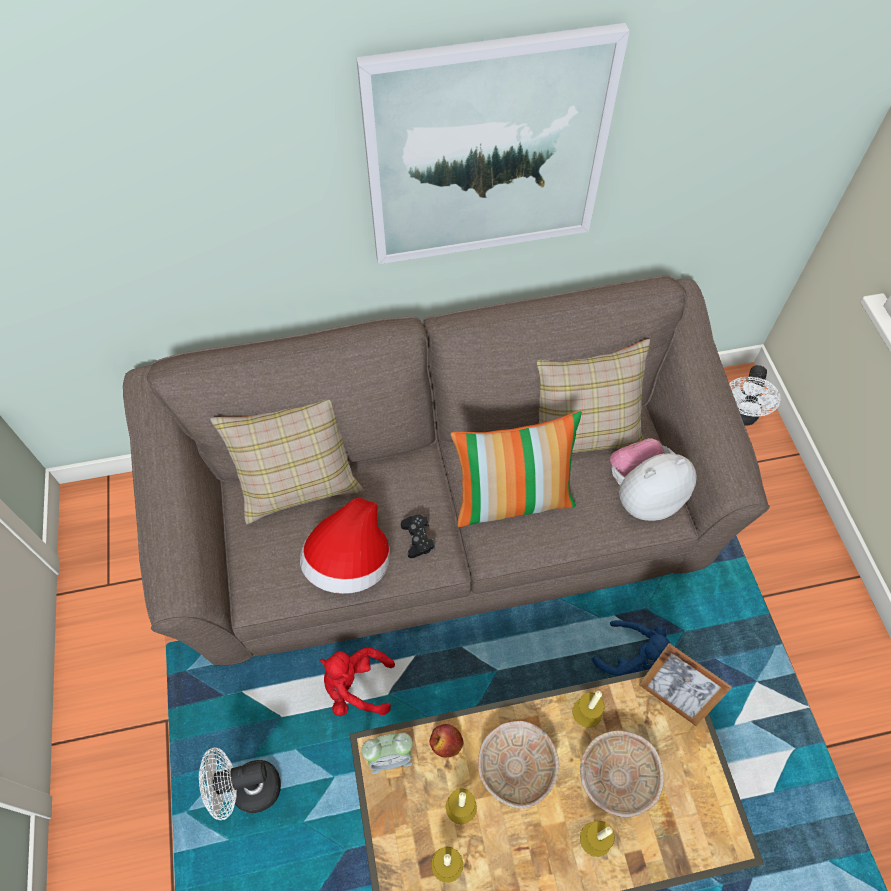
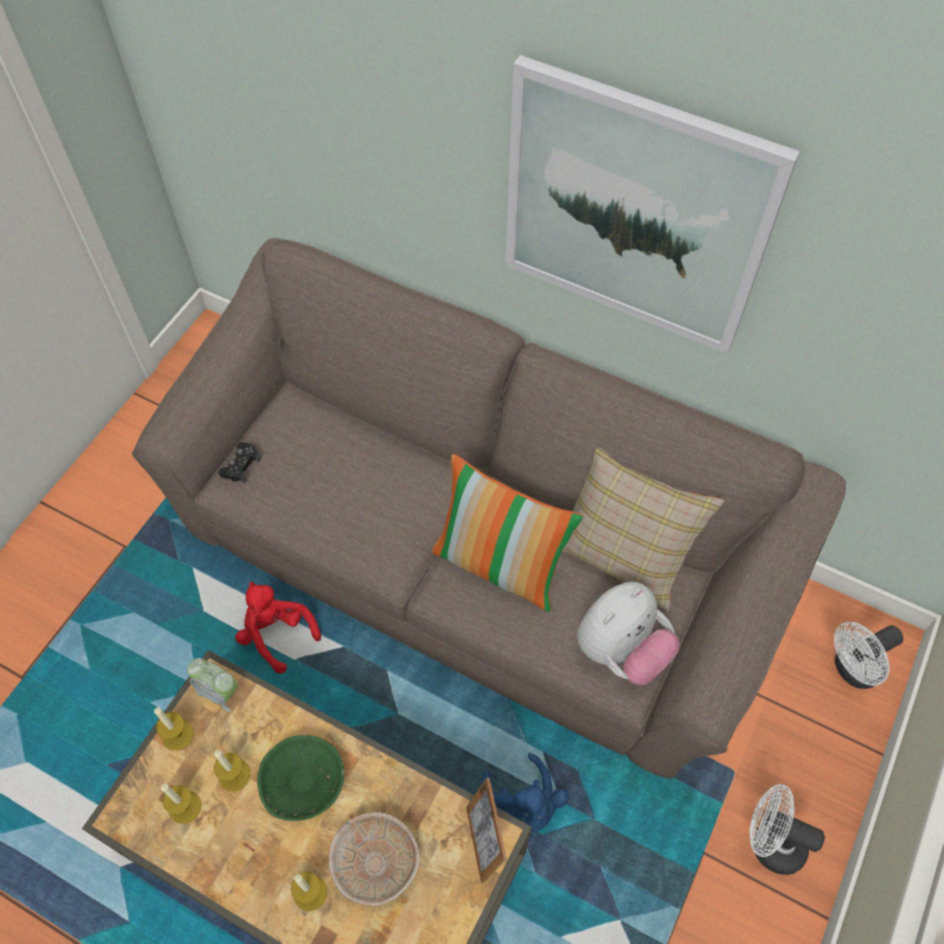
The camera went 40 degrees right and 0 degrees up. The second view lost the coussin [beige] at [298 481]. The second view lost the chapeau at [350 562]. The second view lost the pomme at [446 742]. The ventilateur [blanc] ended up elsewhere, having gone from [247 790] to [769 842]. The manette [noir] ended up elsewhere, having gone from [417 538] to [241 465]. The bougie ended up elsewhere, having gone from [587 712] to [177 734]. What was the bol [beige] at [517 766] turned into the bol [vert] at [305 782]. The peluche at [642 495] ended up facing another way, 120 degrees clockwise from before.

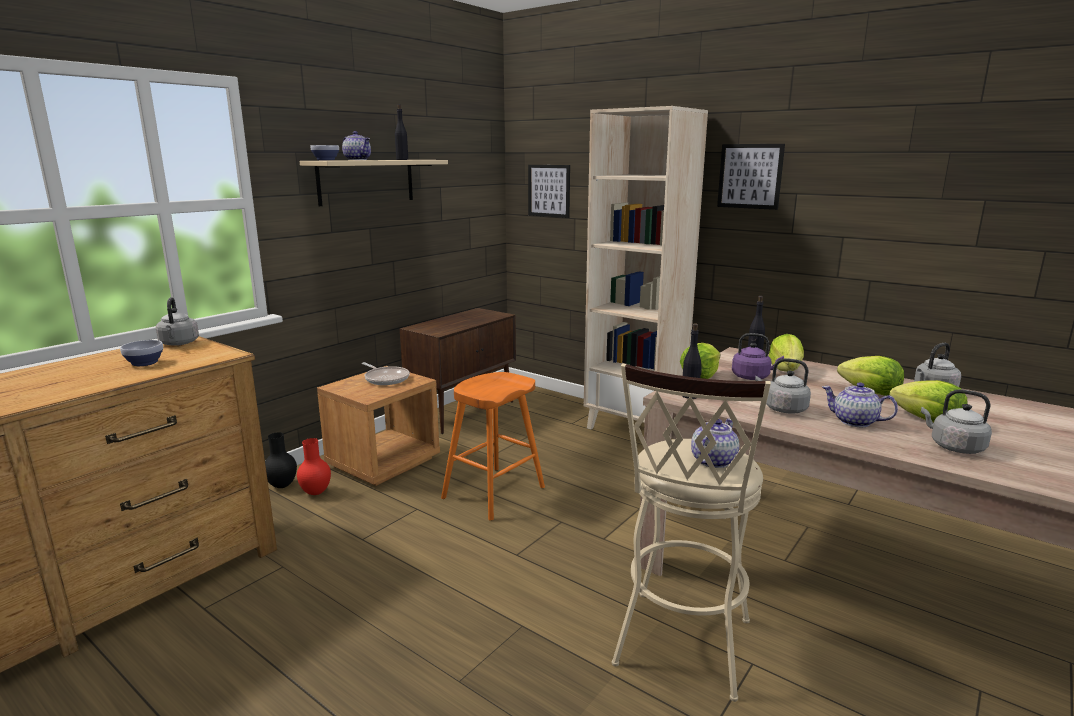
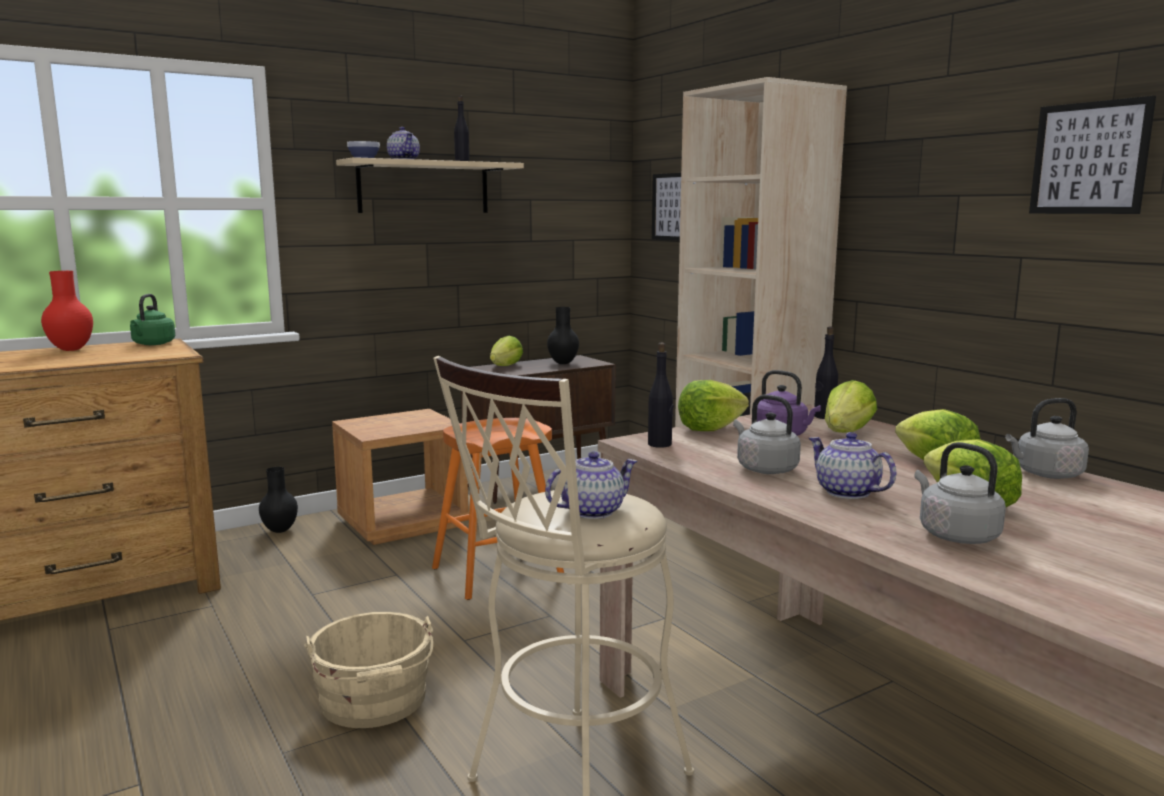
The camera went 20 degrees right and 5 degrees down. The second view lost the bol at [145 363]. The second view lost the poêle at [386 378]. The second view gained the seau [beige] at [374 702]. The second view gained the laitue at [505 366]. The second view gained the vase [noir] at [563 363]. The vase [rouge] ended up elsewhere, having gone from [315 493] to [70 350]. The tableau ended up elsewhere, having gone from [750 176] to [1089 158]. What was the bouilloire [gris] at [179 343] turned into the bouilloire [vert] at [152 344].

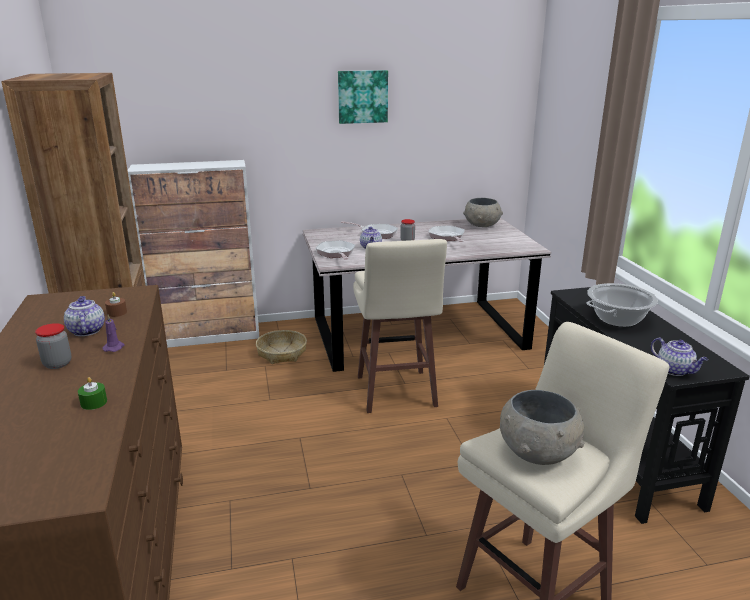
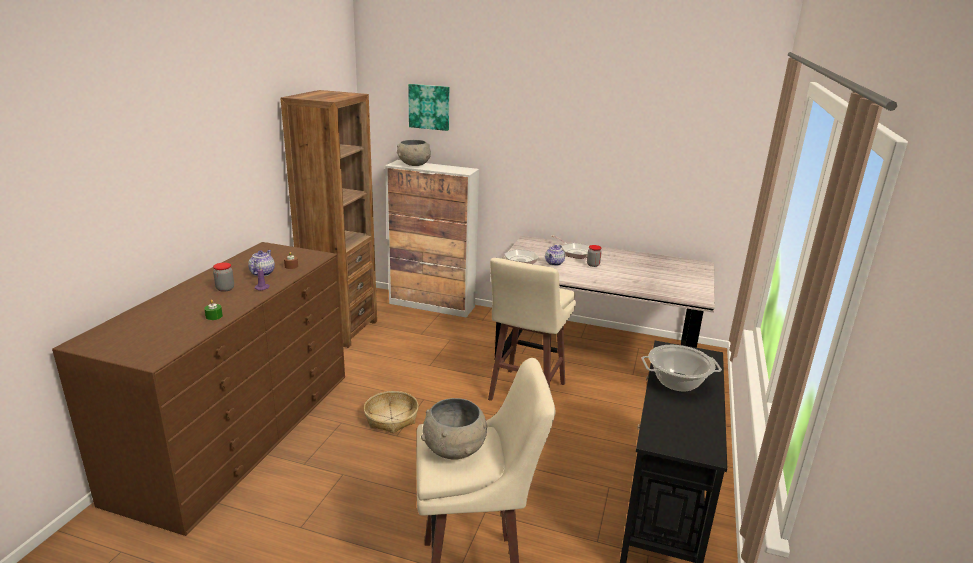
The camera went 30 degrees right and 0 degrees up. The second view lost the poêle at [447 237]. The second view lost the théière at [675 370]. The panier ended up elsewhere, having gone from [282 353] to [391 418]. The tableau ended up elsewhere, having gone from [362 96] to [429 107]. The bol [gris] ended up elsewhere, having gone from [481 225] to [414 164].

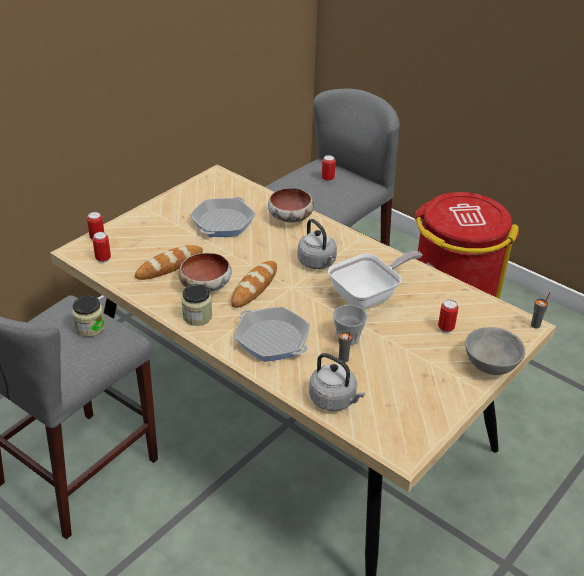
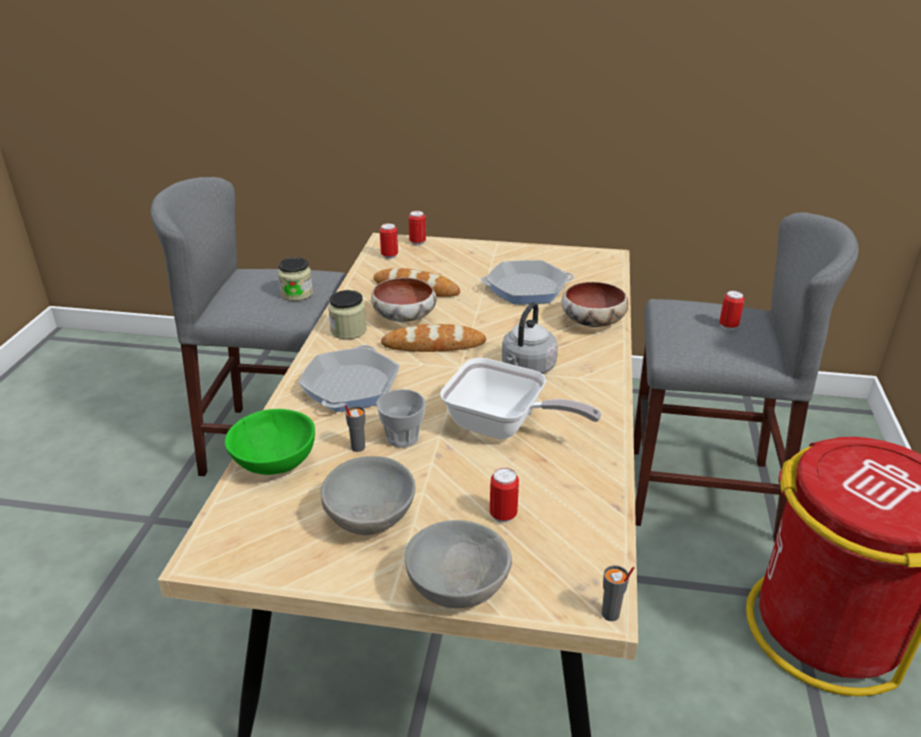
The camera went 60 degrees right and 5 degrees down. The second view gained the bol [gris] at [372 519]. Where the bouilloire [gris] stood at [334 400], the bol [vert] came to stand at [275 465].

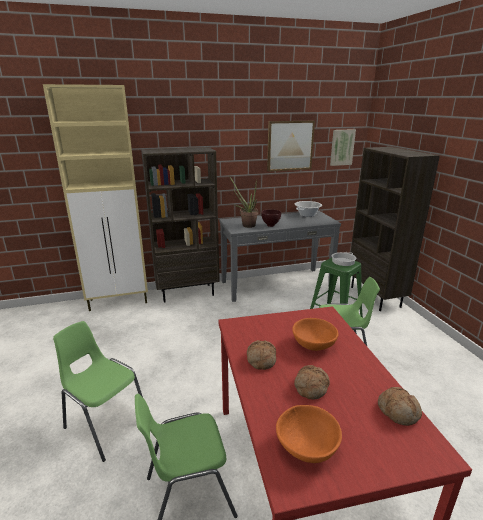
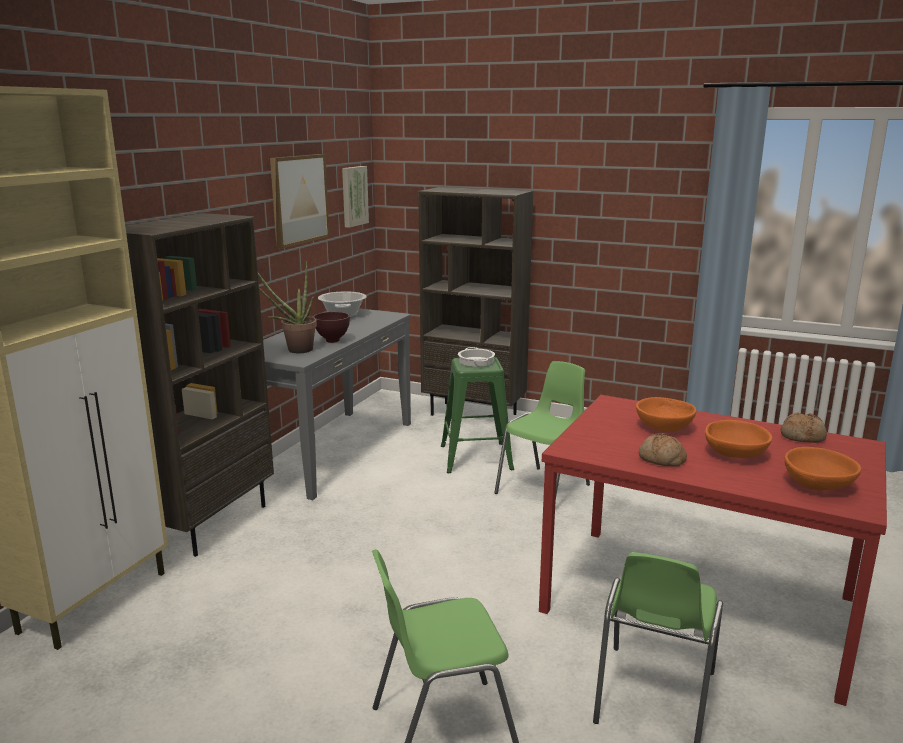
The camera went 50 degrees left and 5 degrees down. Where the pain stood at [310 387], the bol [orange] came to stand at [734 454].

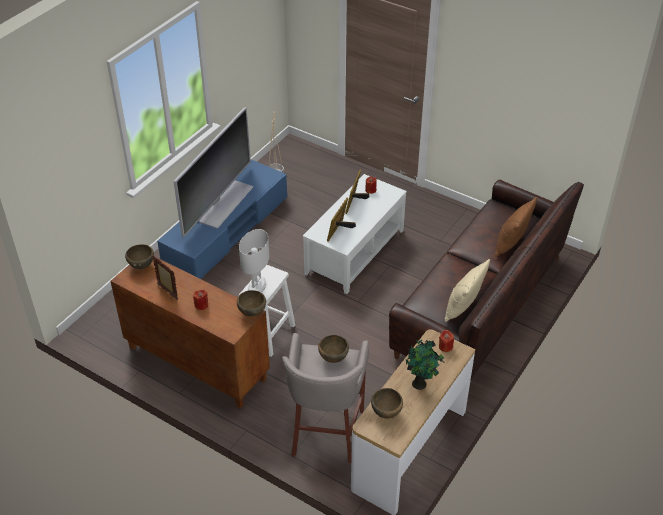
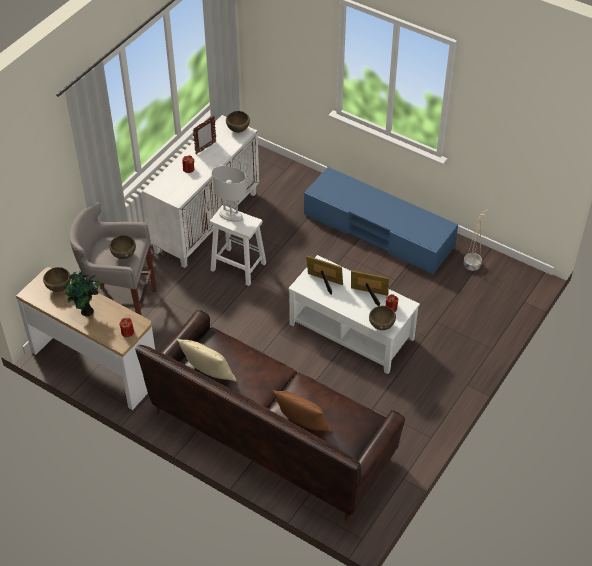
The camera went 90 degrees right and 5 degrees up. The second view lost the téléviseur at [224 204]. The bol [marron] ended up elsewhere, having gone from [251 313] to [381 326]. What was the meuble de rangement [marron] at [195 363] turned into the meuble de rangement [blanc] at [206 221].

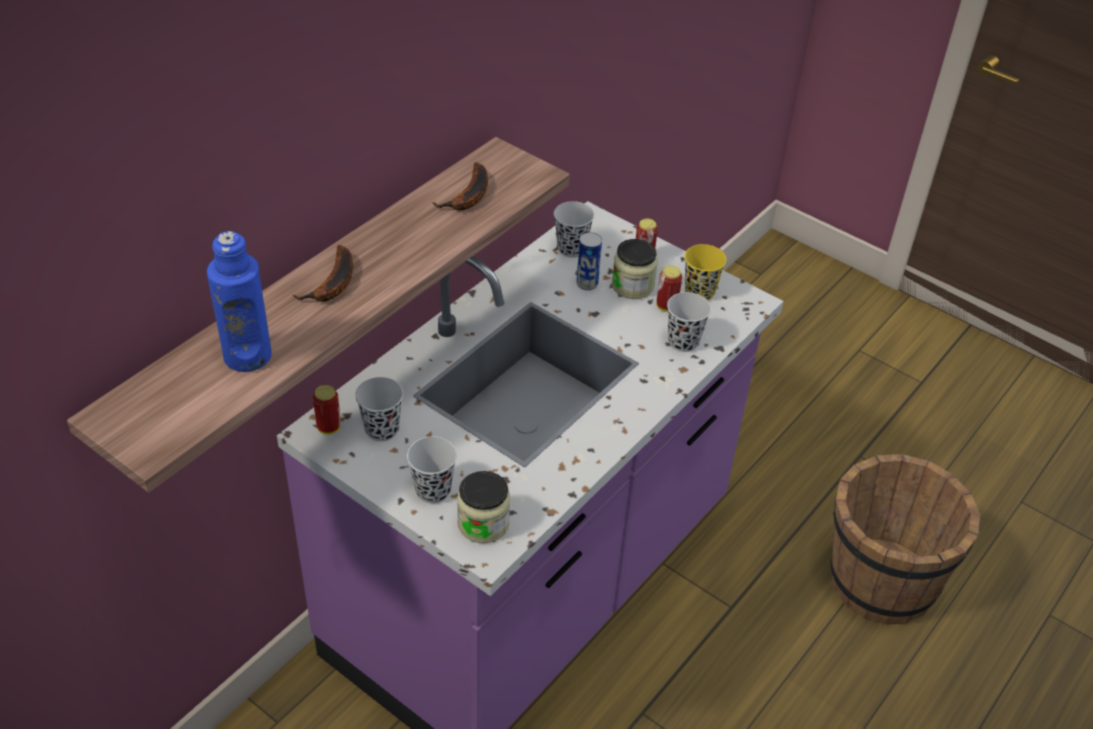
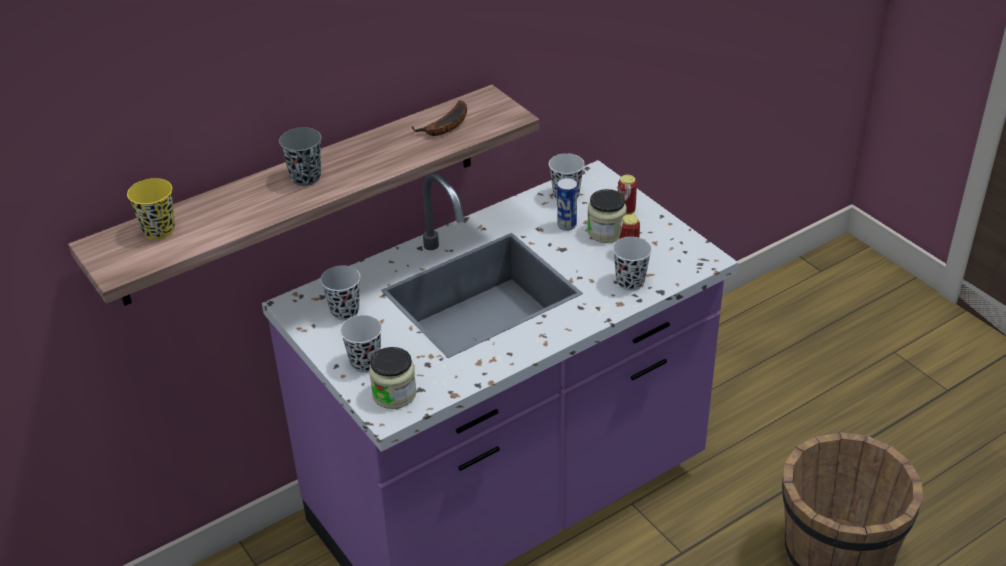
The camera went 20 degrees right and 5 degrees down. The second view lost the bouteille [bleu] at [247 355]. The second view lost the boîte métallique at [329 428]. The tasse [jaune] ended up elsewhere, having gone from [699 292] to [159 230]. Where the banane stood at [333 284], the tasse [gris] came to stand at [305 177].

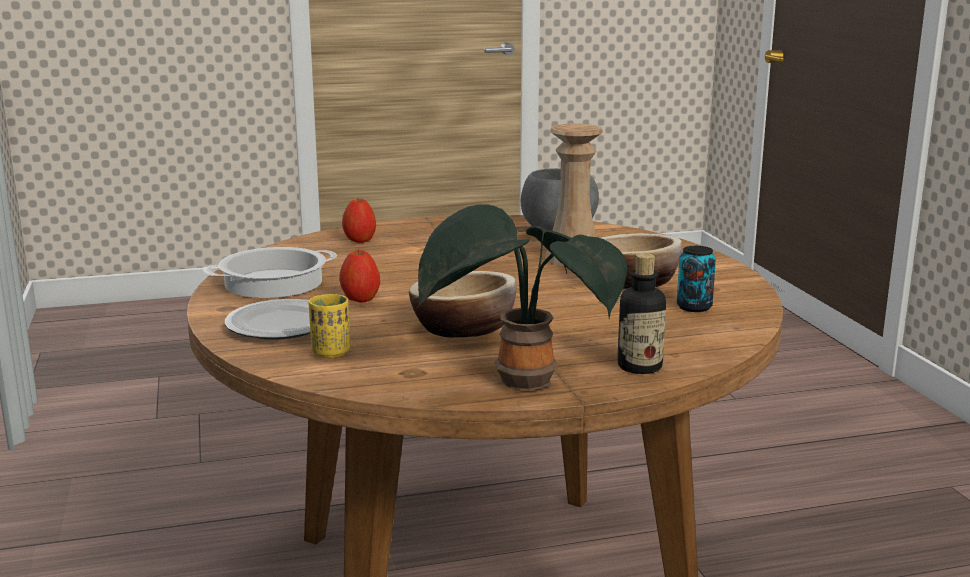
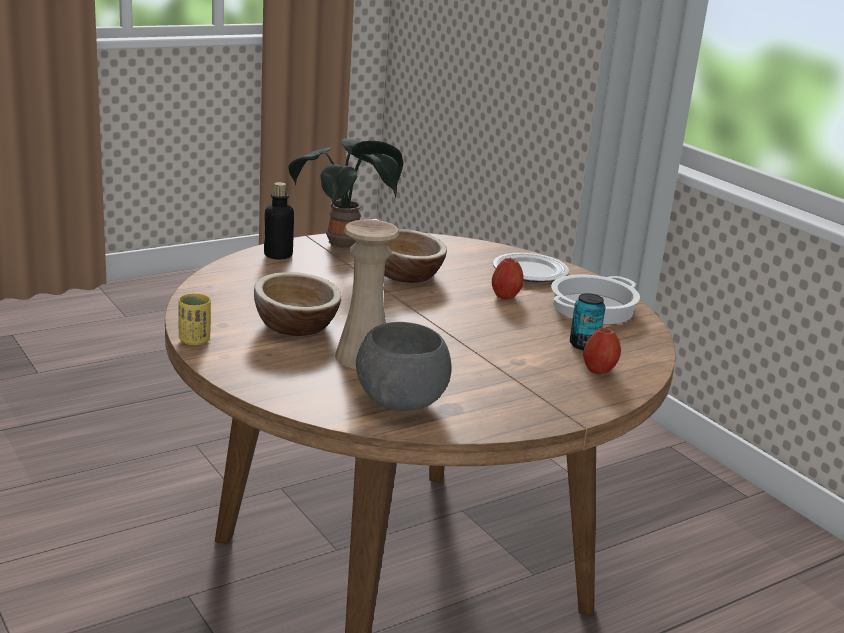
The camera went 160 degrees right and 5 degrees up. The tasse [jaune] ended up elsewhere, having gone from [331 352] to [194 340]. The boîte métallique ended up elsewhere, having gone from [694 307] to [584 345].

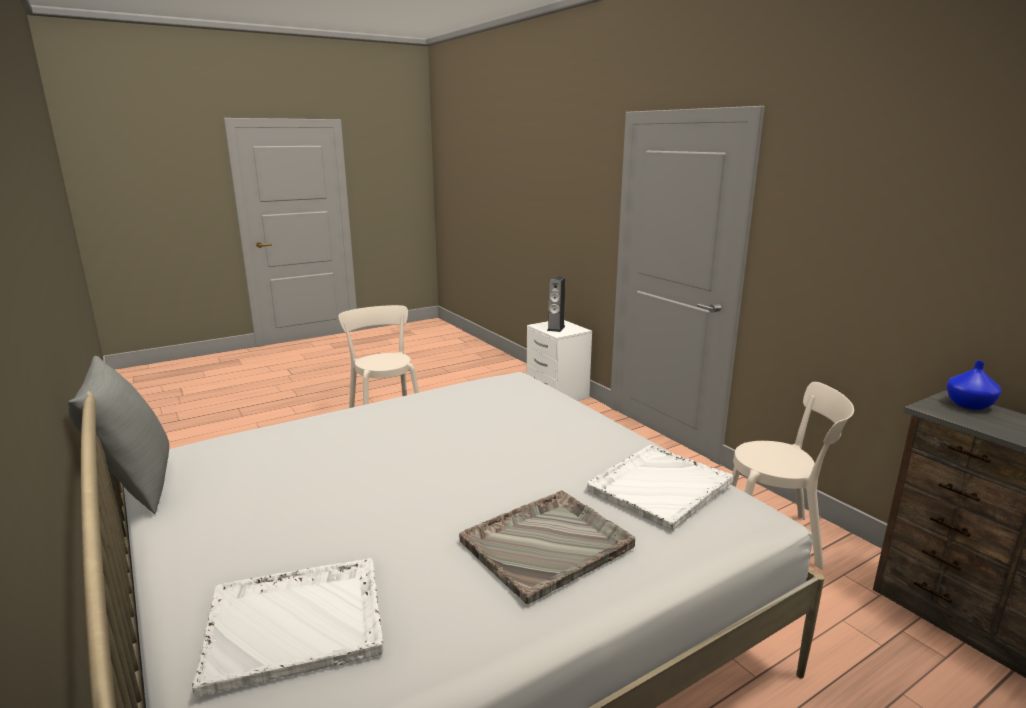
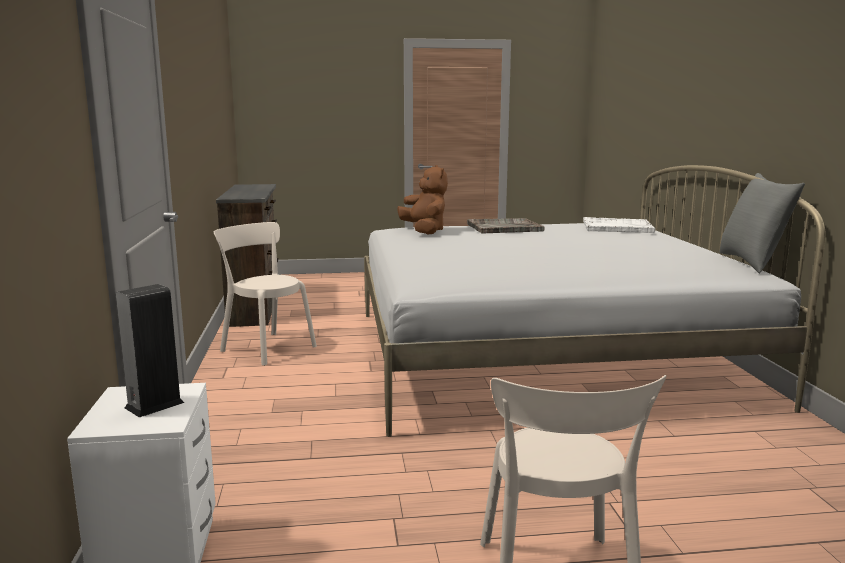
The camera went 155 degrees left and 5 degrees down. The second view lost the vase [bleu] at [967 405]. Where the plateau [blanc] stood at [659 487], the peluche [marron] came to stand at [424 231].

